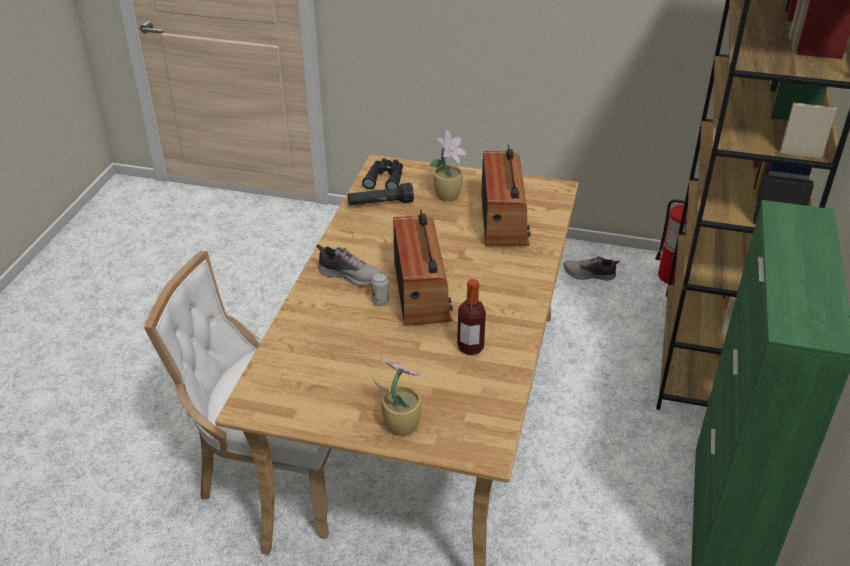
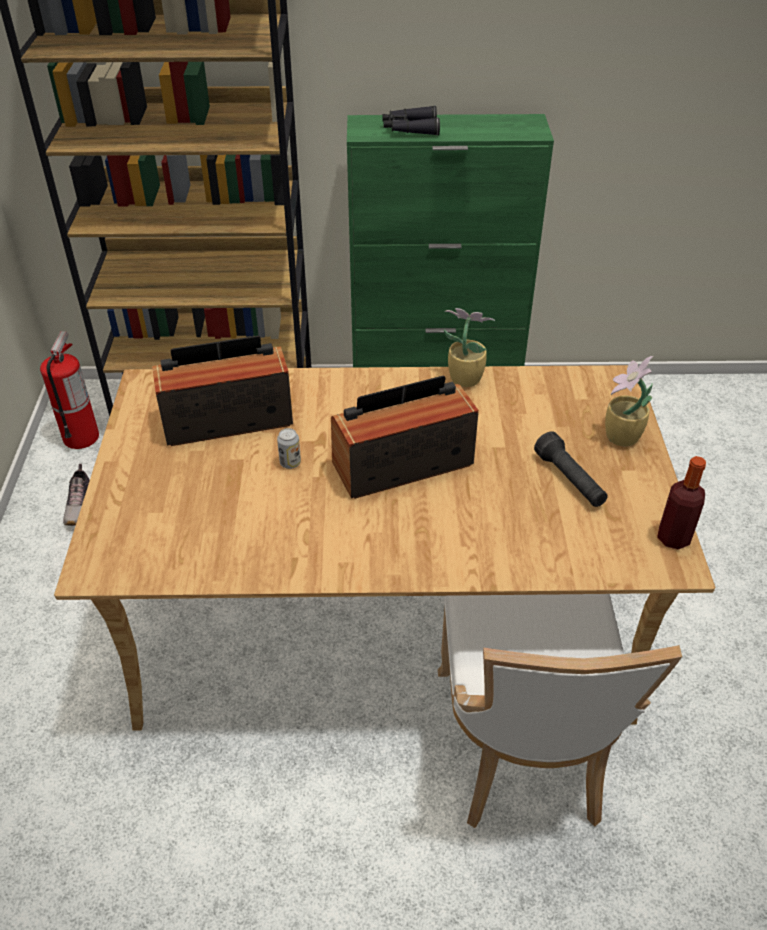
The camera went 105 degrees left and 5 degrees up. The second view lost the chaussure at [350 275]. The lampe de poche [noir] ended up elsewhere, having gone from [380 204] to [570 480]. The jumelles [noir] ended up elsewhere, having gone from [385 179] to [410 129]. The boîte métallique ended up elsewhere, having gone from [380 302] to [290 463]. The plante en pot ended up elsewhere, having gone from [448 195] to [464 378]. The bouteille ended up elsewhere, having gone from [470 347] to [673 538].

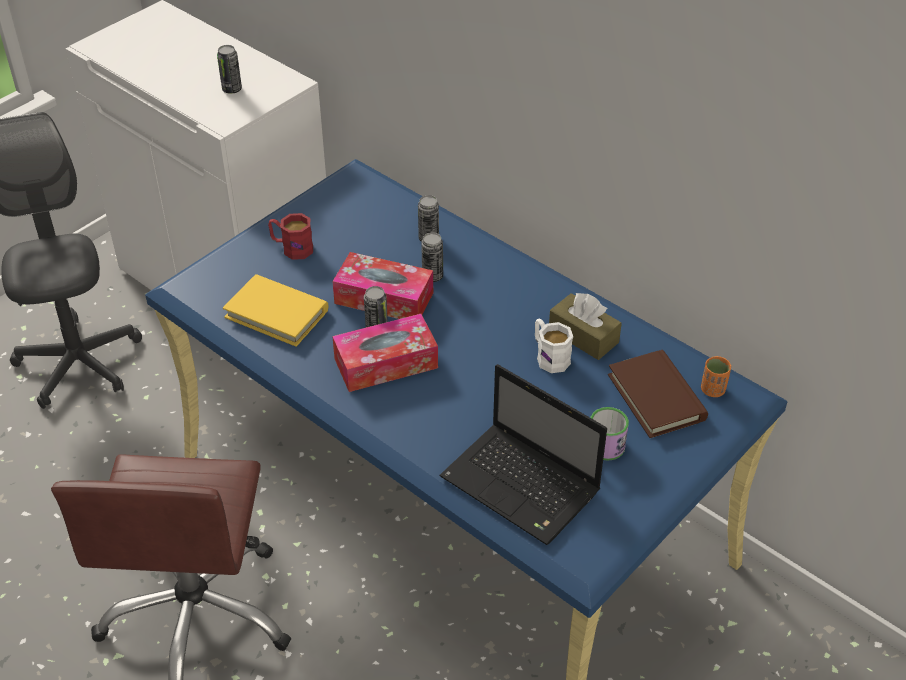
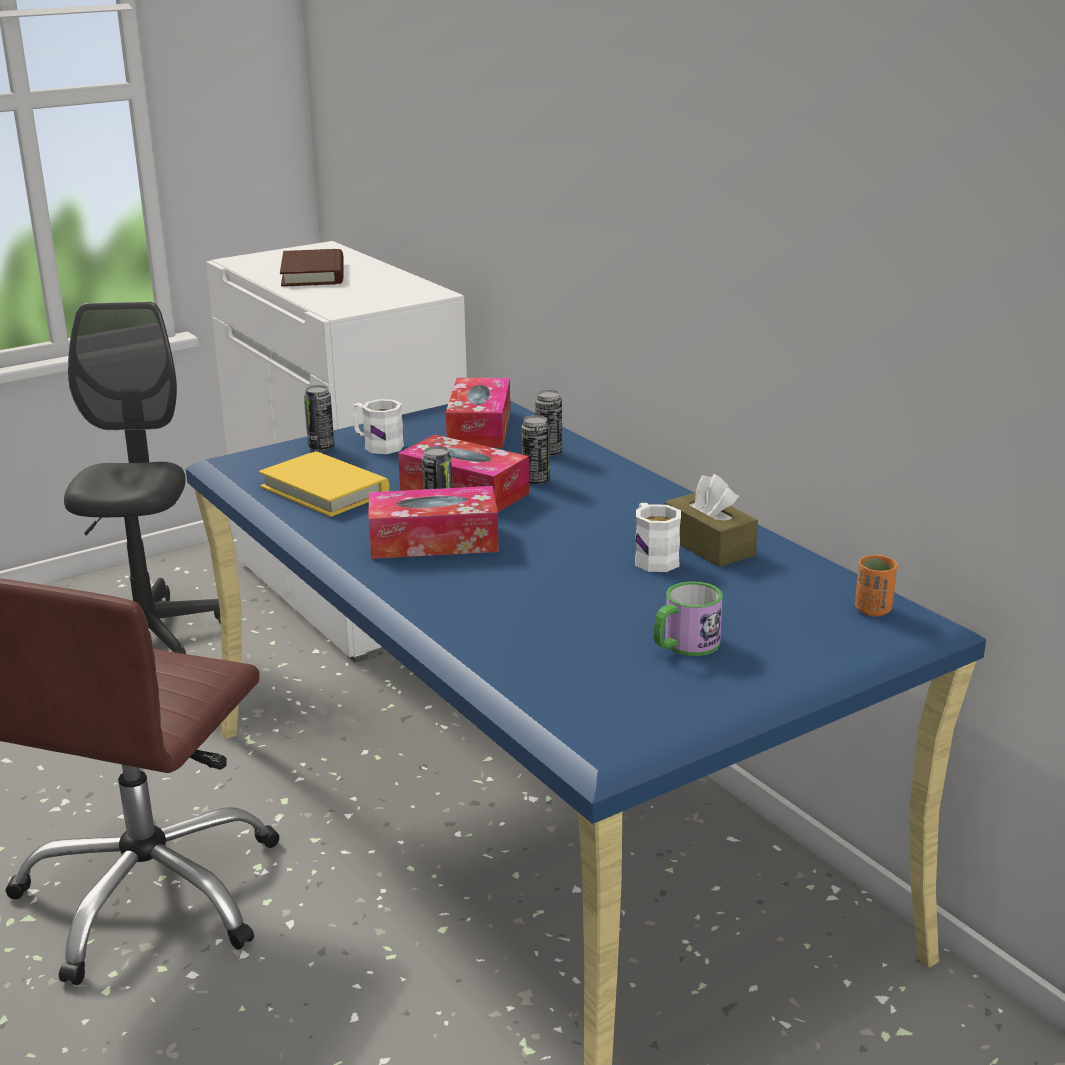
The camera went 15 degrees right and 20 degrees down. The second view lost the ordinateur portable at [523 486]. The second view gained the boîte à mouchoirs at [479 428]. The boîte métallique ended up elsewhere, having gone from [232 89] to [321 447]. The livre [marron] ended up elsewhere, having gone from [656 397] to [313 274]. What was the mug [rouge] at [292 248] turned into the mug [blanc] at [377 445].

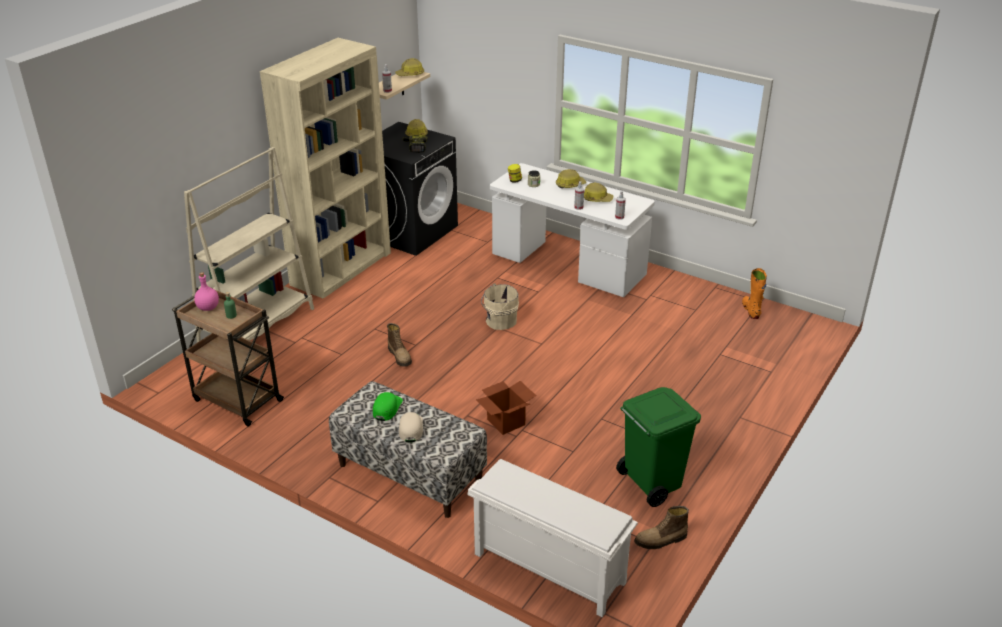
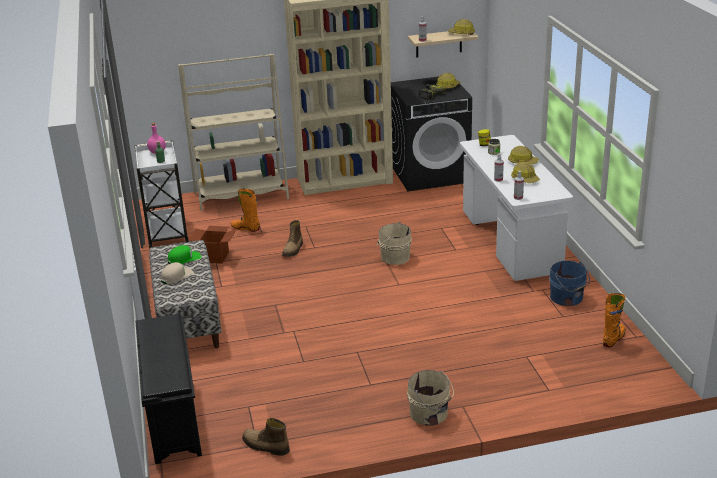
The camera went 45 degrees right and 5 degrees down. The second view lost the poubelle [vert] at [651 483]. The second view gained the botte [orange] at [245 228]. The second view gained the seau [beige] at [430 414]. The second view gained the seau [bleu] at [567 298]. The carton ended up elsewhere, having gone from [506 422] to [215 257]. What was the chariot [marron] at [236 400] turned into the chariot [blanc] at [167 232]. What was the étagère à chaussures [blanc] at [547 568] turned into the étagère à chaussures [noir] at [172 417].

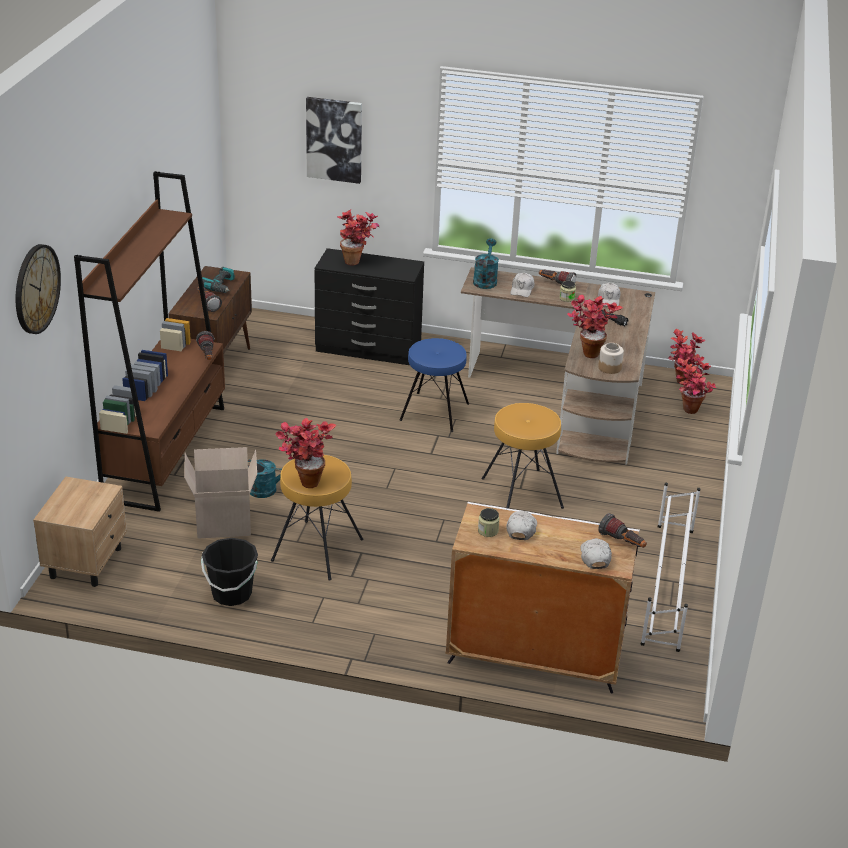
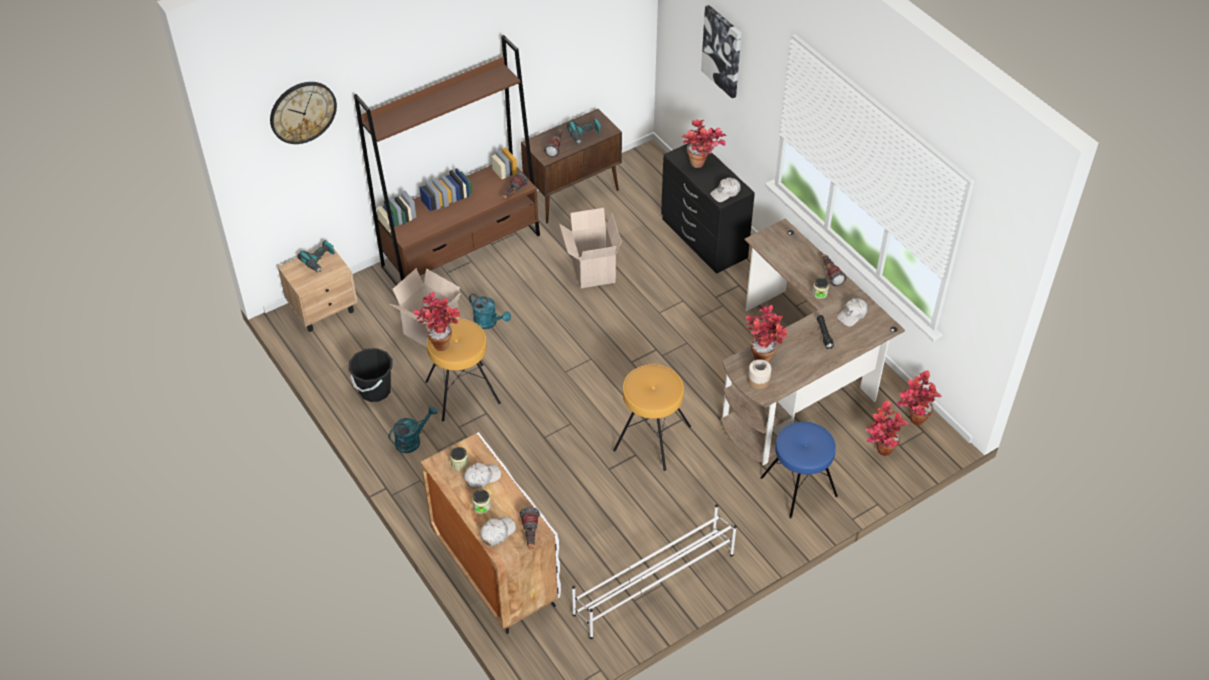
The camera went 45 degrees right and 15 degrees up. The second view gained the perceuse at [320 260]. The second view gained the bocal at [482 506]. The second view gained the carton at [591 270]. The tabouret [bleu] ended up elsewhere, having gone from [434 412] to [798 487]. The arrosoir [turquoise] ended up elsewhere, having gone from [485 280] to [412 440]. The casquette [blanc] ended up elsewhere, having gone from [522 289] to [725 193].

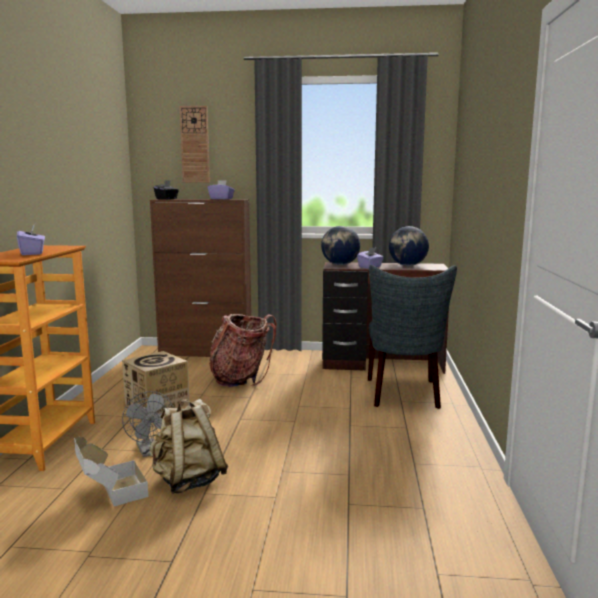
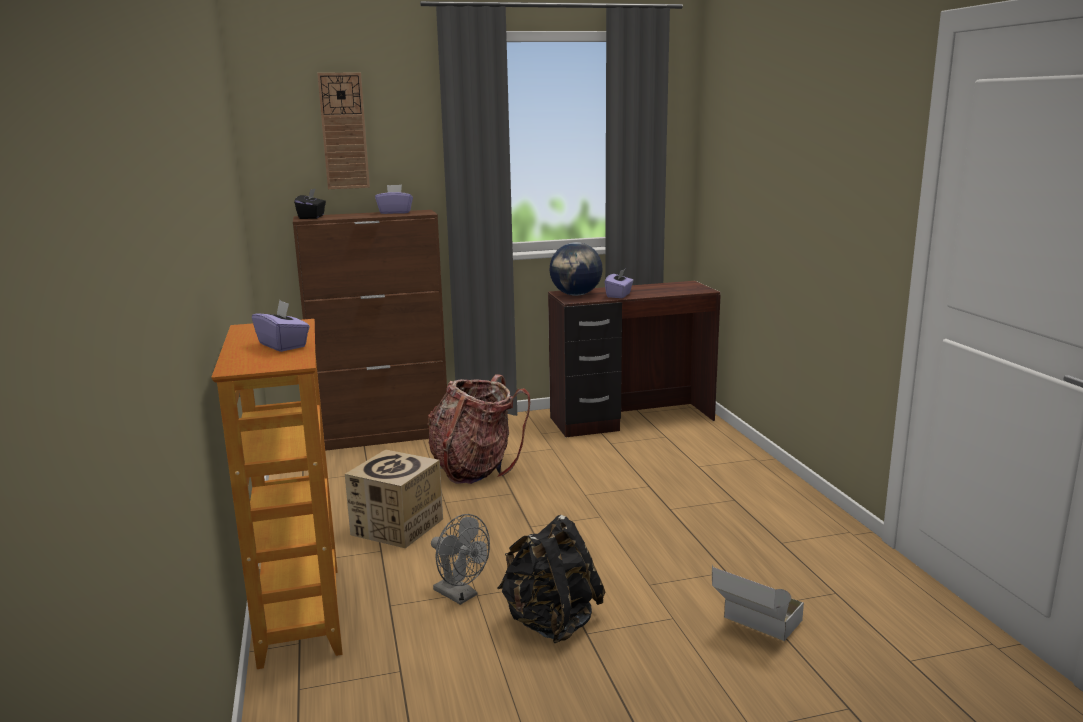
The camera went 20 degrees left and 5 degrees up. The second view lost the chaise [gris] at [404 395]. The second view lost the globe at [407 265]. The carton ended up elsewhere, having gone from [110 493] to [754 627]. What was the sac à dos [beige] at [188 481] turned into the sac à dos [noir] at [551 622].

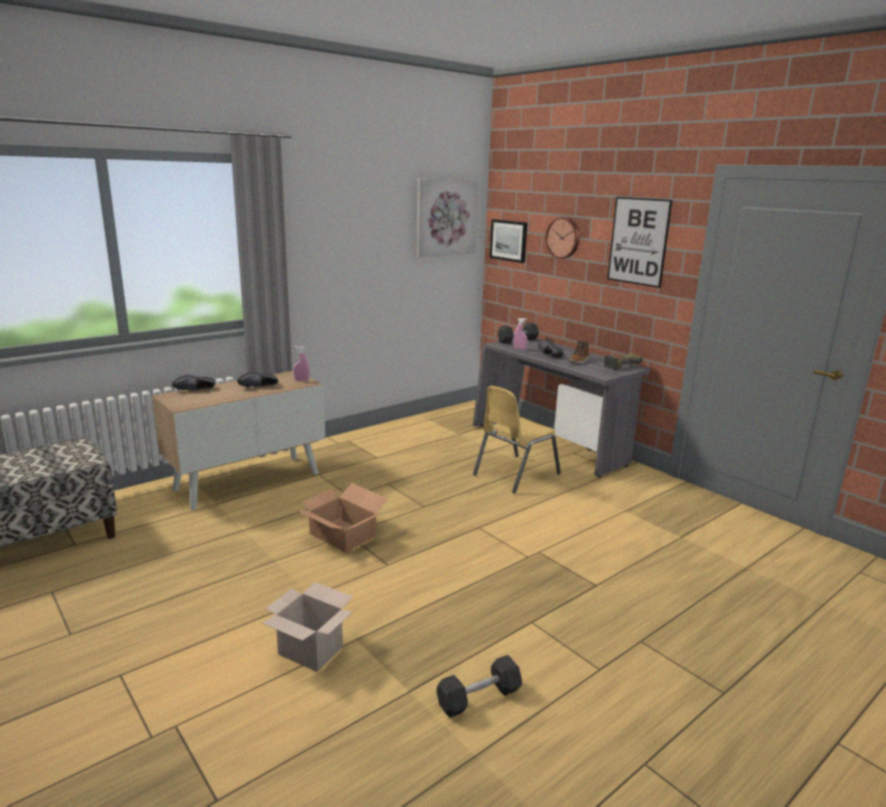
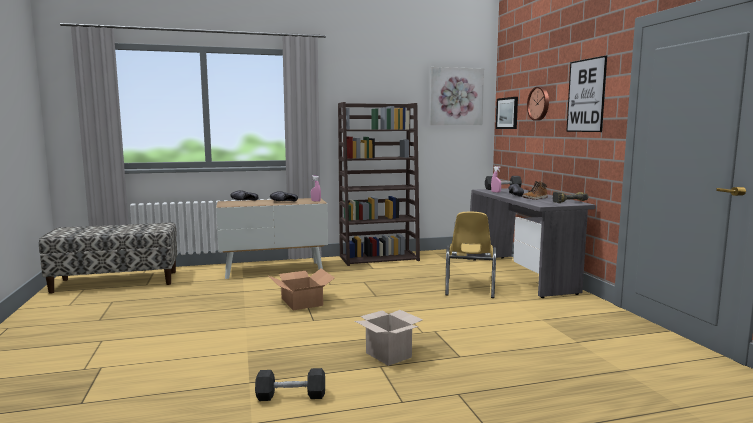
The camera went 25 degrees right and 10 degrees down. The second view gained the bibliothèque [marron] at [379 258]. The carton ended up elsewhere, having gone from [312 650] to [389 355]. The chaise [jaune] at [515 474] ended up facing another way, 60 degrees counterclockwise from before.

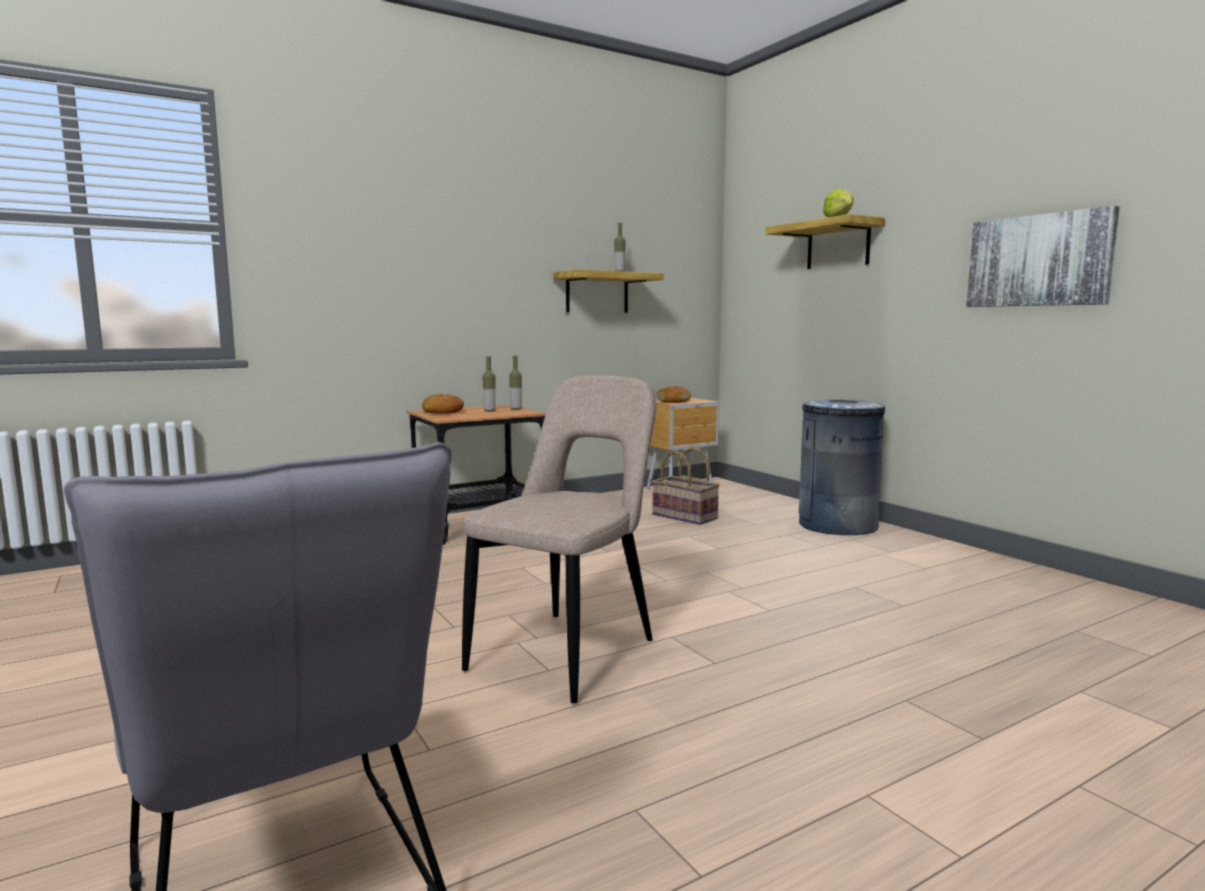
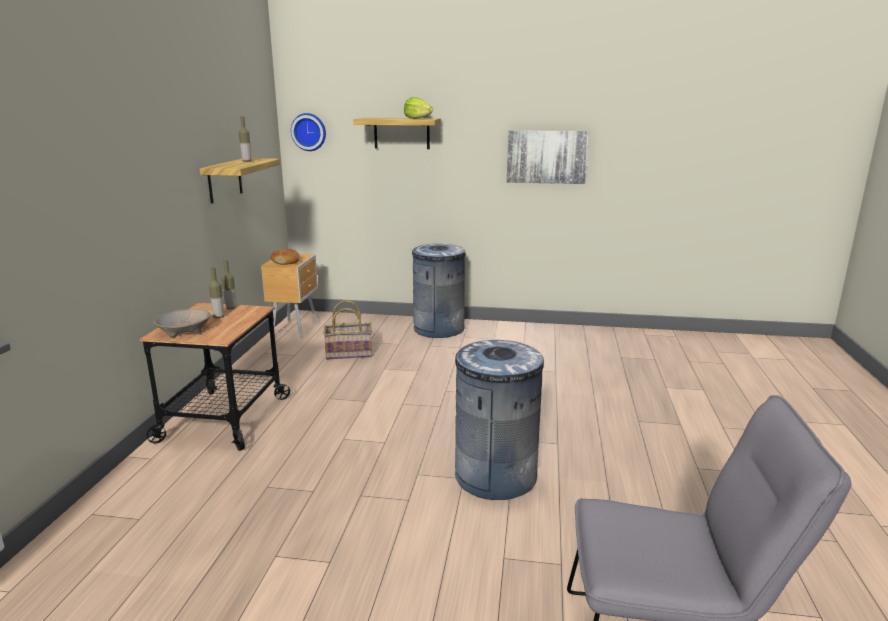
The camera went 50 degrees left and 10 degrees up. The second view gained the horloge murale at [309 132]. Where the pain stood at [443 412], the bol [beige] came to stand at [184 330]. Where the chaise [beige] stood at [568 651], the poubelle [gris] came to stand at [495 476].

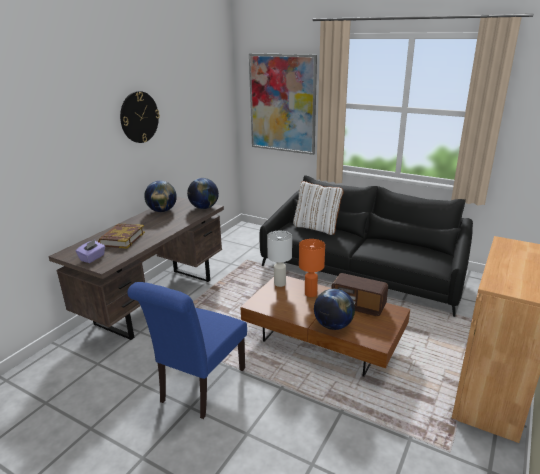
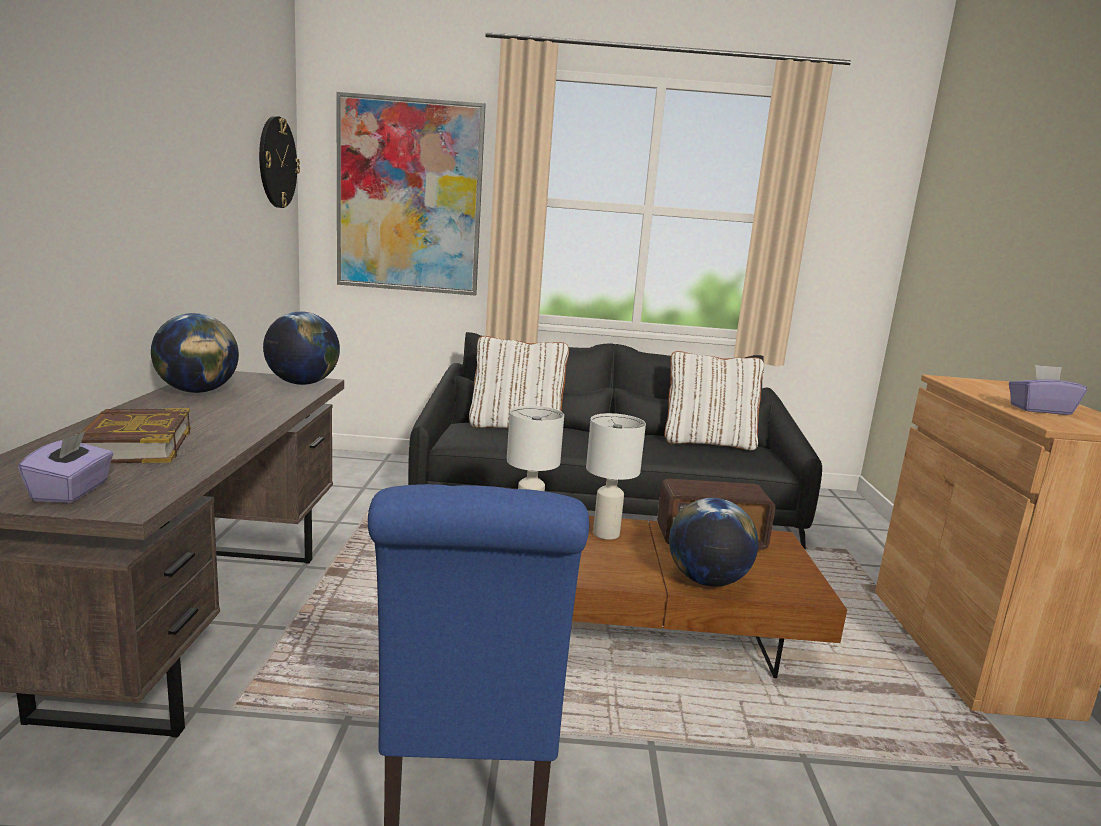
The camera went 30 degrees left and 10 degrees down. The second view gained the coussin [blanc] at [708 442]. The second view gained the boîte à mouchoirs [violet] at [1040 410]. The horloge murale ended up elsewhere, having gone from [139 117] to [277 162]. What was the lampe de table [orange] at [311 294] turned into the lampe de table [blanc] at [607 534].

